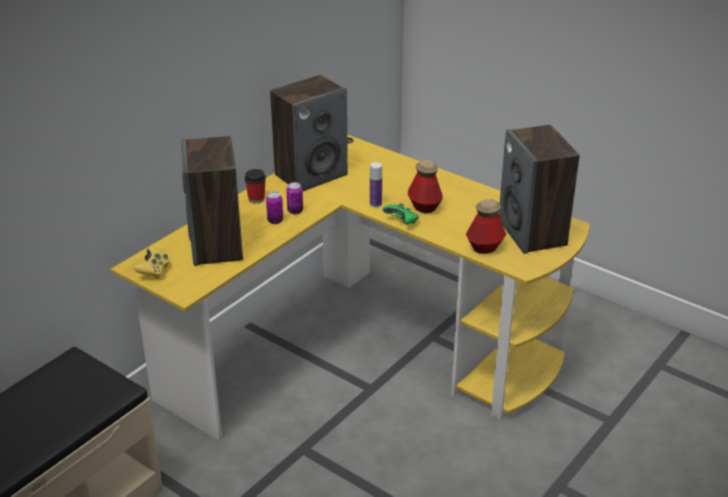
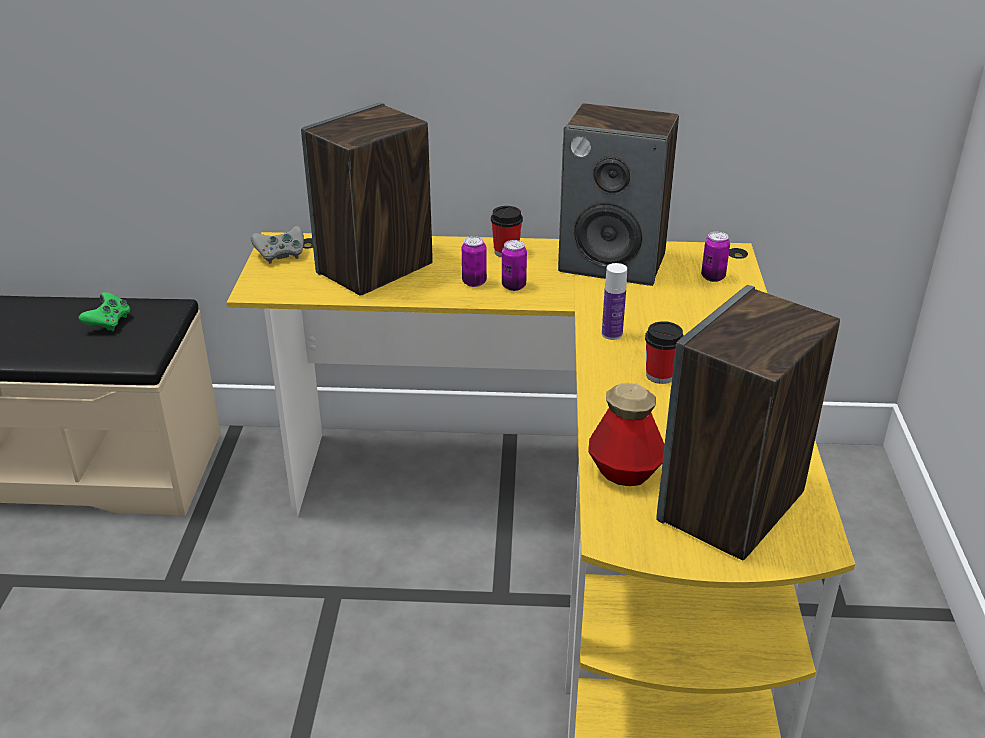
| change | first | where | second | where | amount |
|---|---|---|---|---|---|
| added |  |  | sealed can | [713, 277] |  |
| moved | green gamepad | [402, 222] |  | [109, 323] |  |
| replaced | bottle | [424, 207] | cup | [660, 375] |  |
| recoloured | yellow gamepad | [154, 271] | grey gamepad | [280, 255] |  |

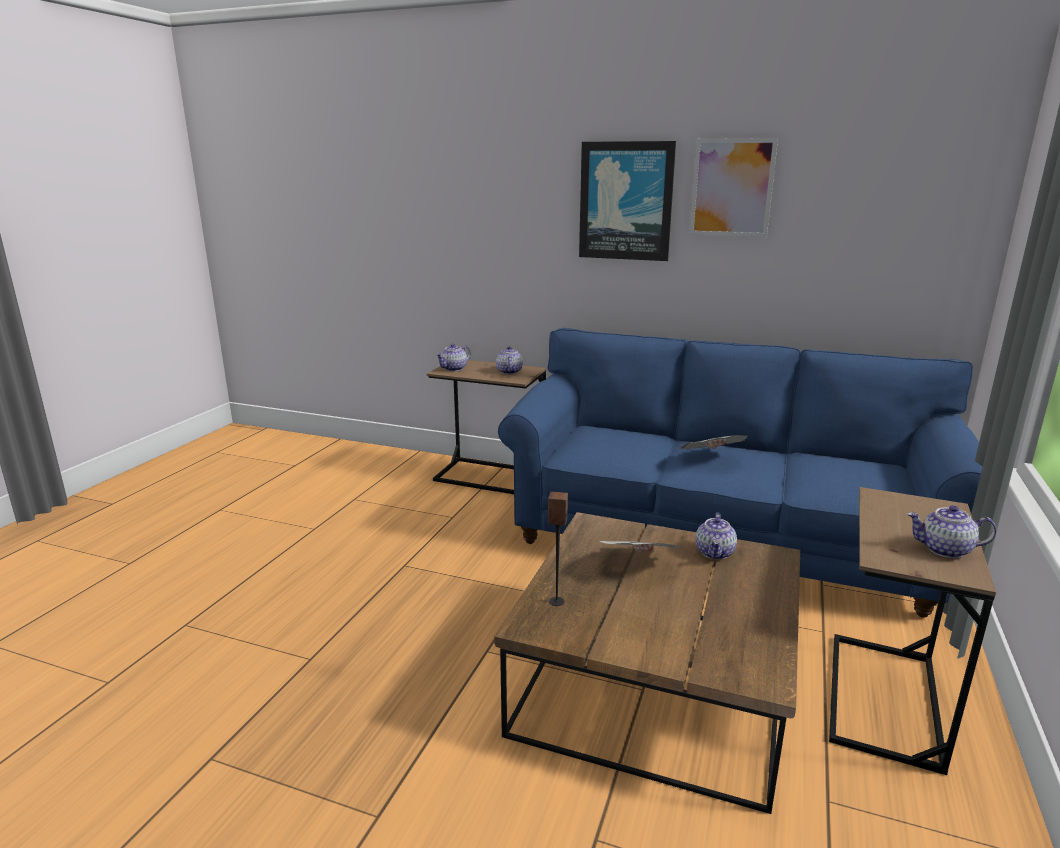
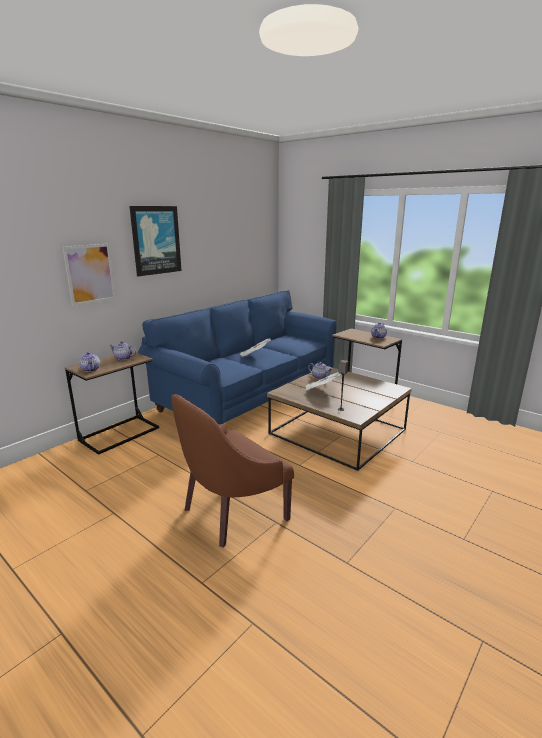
| change | first | where | second | where | amount |
|---|---|---|---|---|---|
| added |  |  | brown easy chair | [231, 512] |  |
| moved | wall picture | [732, 188] |  | [90, 274] |  |

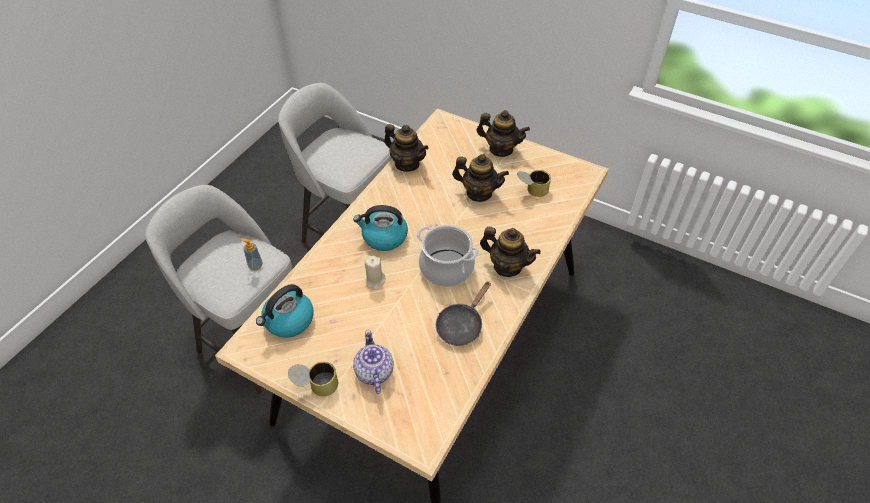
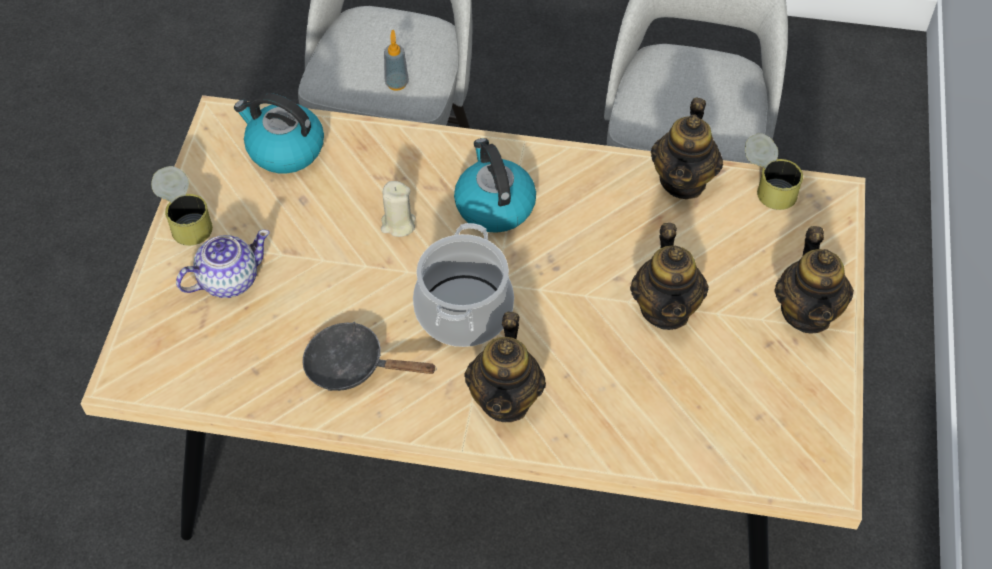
| change | first | where | second | where | amount |
|---|---|---|---|---|---|
| moved | sealed can | [531, 190] |  | [768, 186] |  |

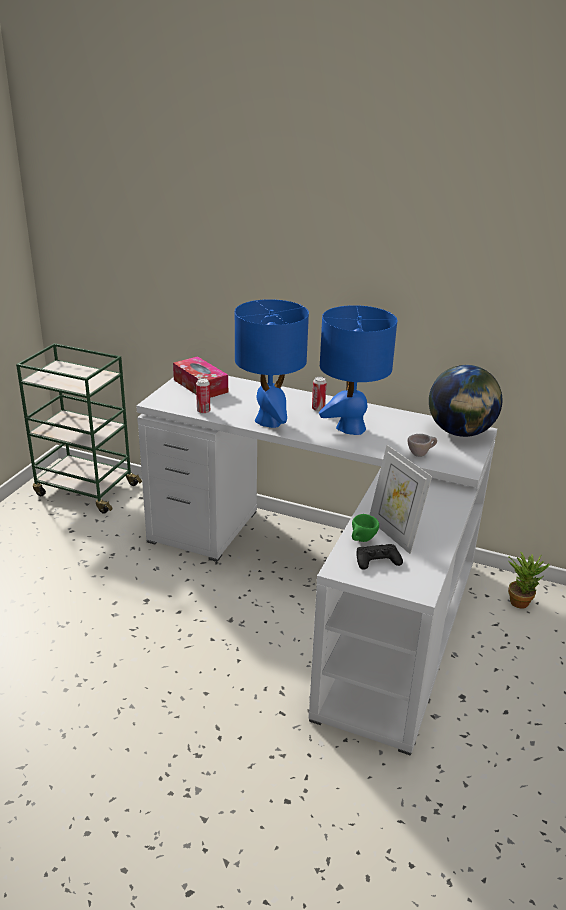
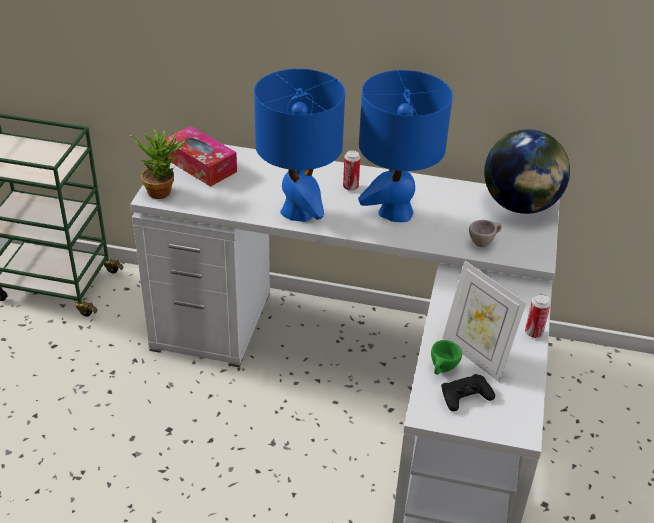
| change | first | where | second | where | amount |
|---|---|---|---|---|---|
| moved | sealed can | [203, 411] |  | [533, 333] |  |
| moved | houseplant | [521, 600] |  | [163, 190] |  |

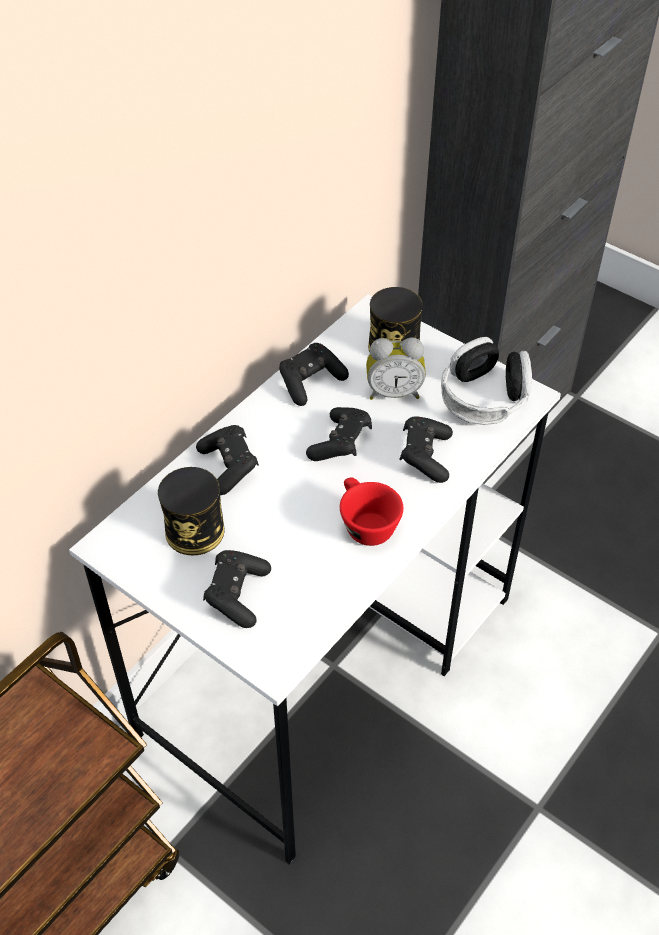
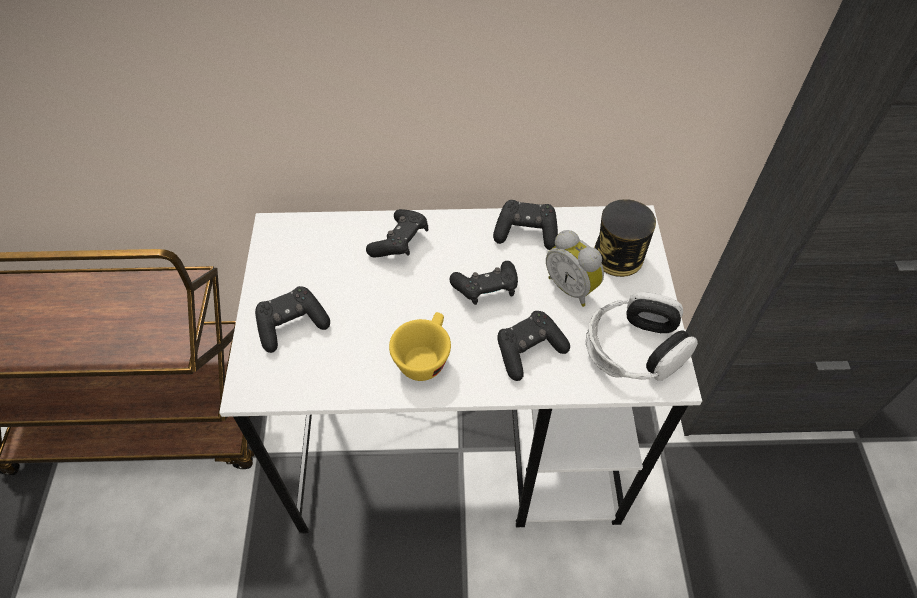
| change | first | where | second | where | amount |
|---|---|---|---|---|---|
| removed | sealed can | [195, 531] |  |  |  |
| recoloured | reddish cup | [364, 524] | yellow cup | [424, 356] |  |

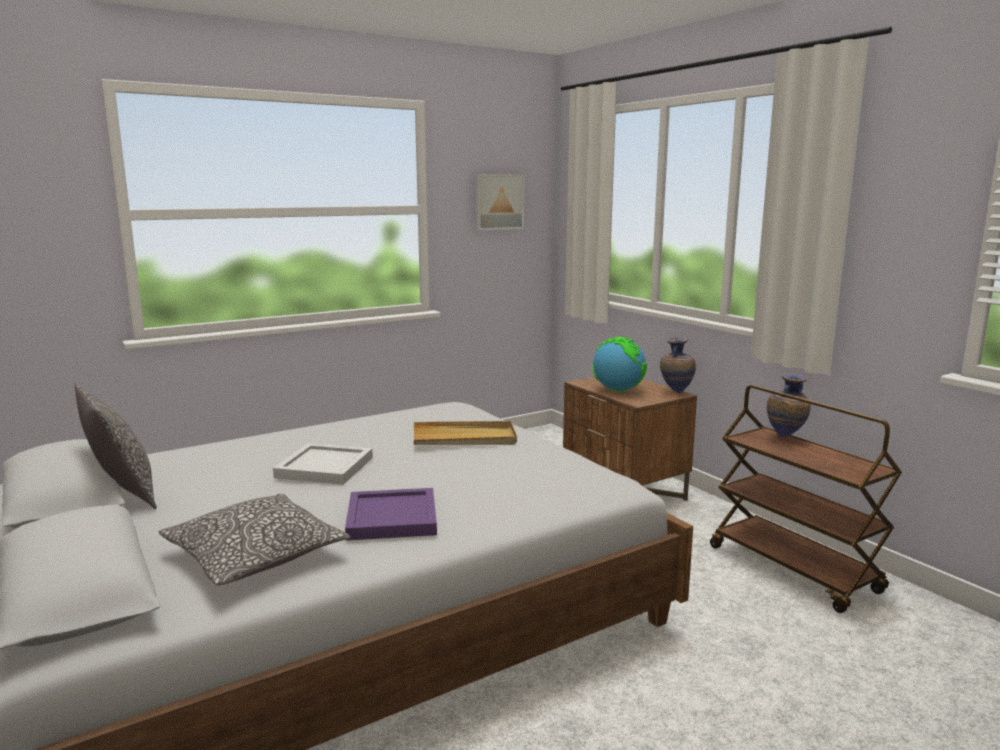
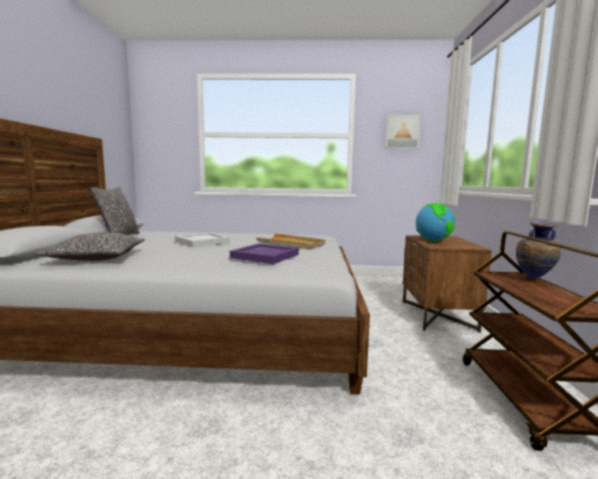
| change | first | where | second | where | amount |
|---|---|---|---|---|---|
| removed | flower vase | [675, 392] |  |  |  |
| moved | purple tray | [393, 518] |  | [265, 256] |  |

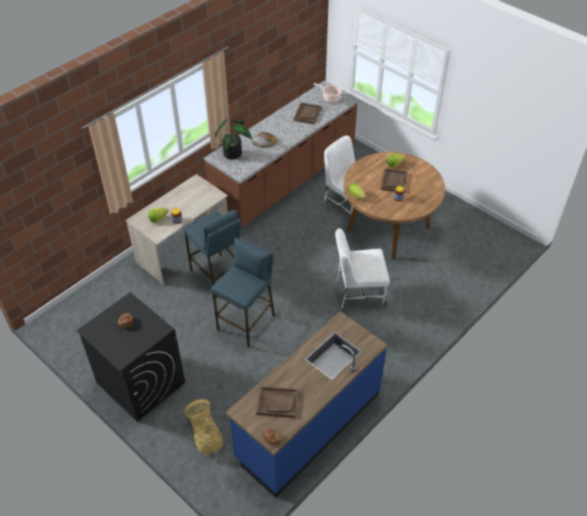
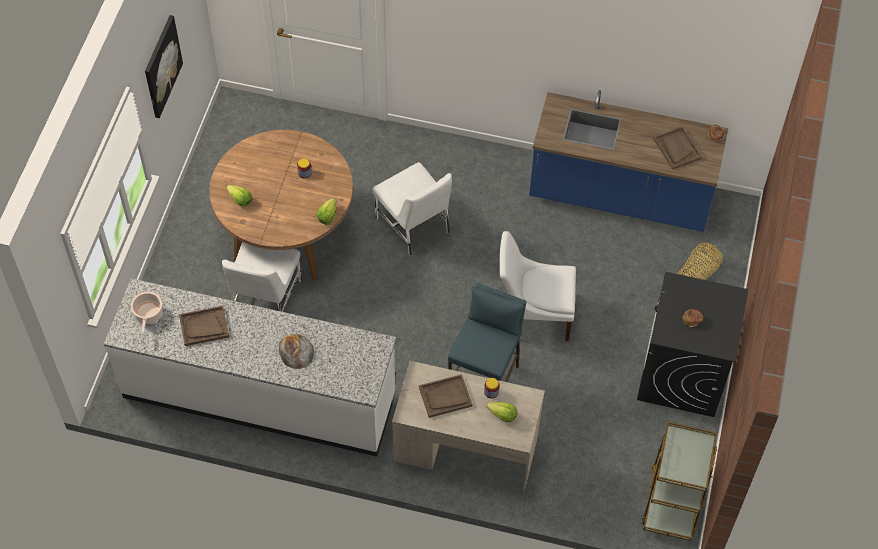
| change | first | where | second | where | amount |
|---|---|---|---|---|---|
| removed | houseplant | [234, 153] |  |  |  |
| added |  |  | wall picture | [161, 66] |  |
| added |  |  | brown wheeled cart | [673, 500] |  |
| moved | brown tray | [393, 181] |  | [445, 397] |  |
| replaced | blue stool seat | [247, 322] | whitish plain chair | [533, 314] |  |
| recoloured | brown kitchen counter | [285, 181] | whitish kitchen counter | [259, 395] |  |

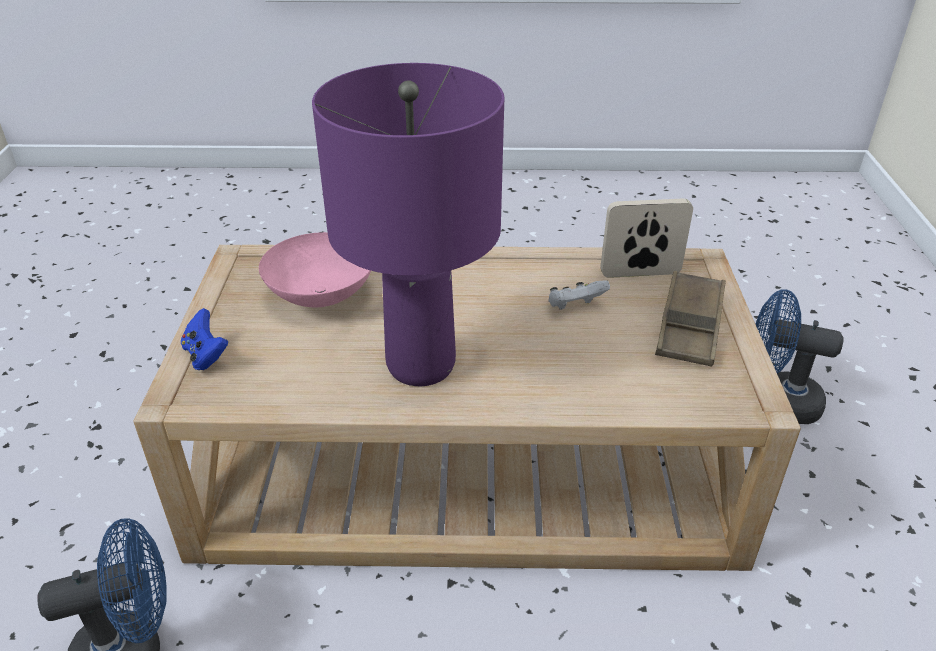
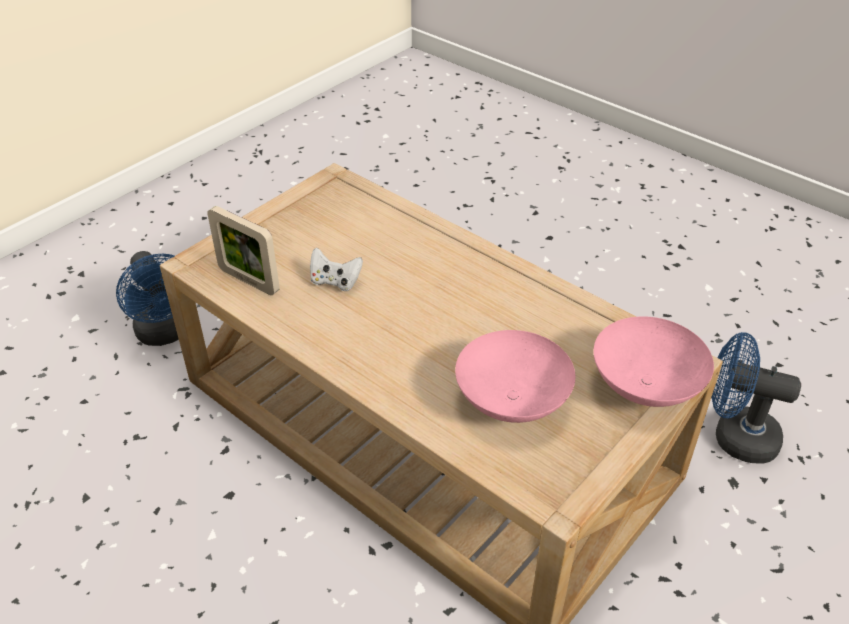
| change | first | where | second | where | amount |
|---|---|---|---|---|---|
| removed | purple lamp for a table | [422, 365] |  |  |  |
| removed | brown tray | [690, 325] |  |  |  |
| replaced | blue gamepad | [206, 355] | pinkish serving bowl | [646, 388] |  |

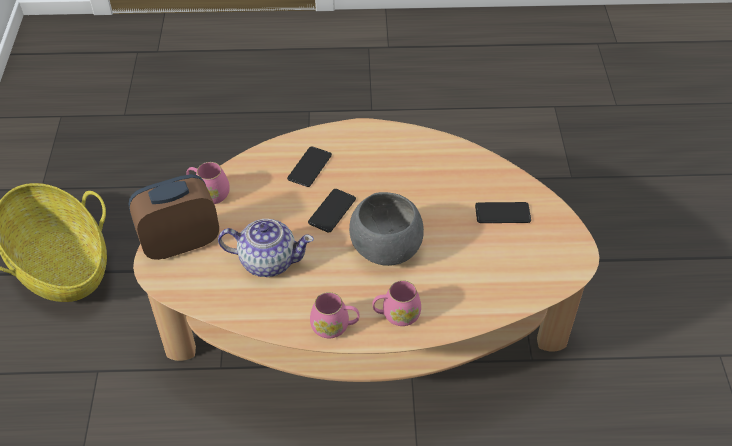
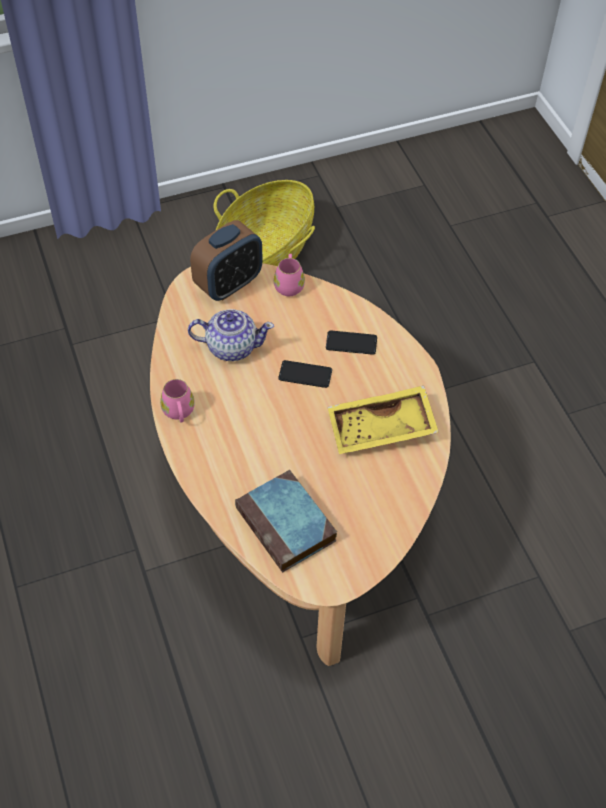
| change | first | where | second | where | amount |
|---|---|---|---|---|---|
| removed | grey serving bowl | [386, 248] |  |  |  |
| removed | pinkish tea mug | [396, 315] |  |  |  |
| removed | telephone | [502, 213] |  |  |  |
| added |  |  | book | [287, 526] |  |
| added |  |  | yellow tray | [381, 430] |  |
| turned | alarm clock | [180, 242] |  | [228, 284] | 90 degrees clockwise |
| turned | pot for tea | [267, 261] |  | [231, 347] | 75 degrees counterclockwise |

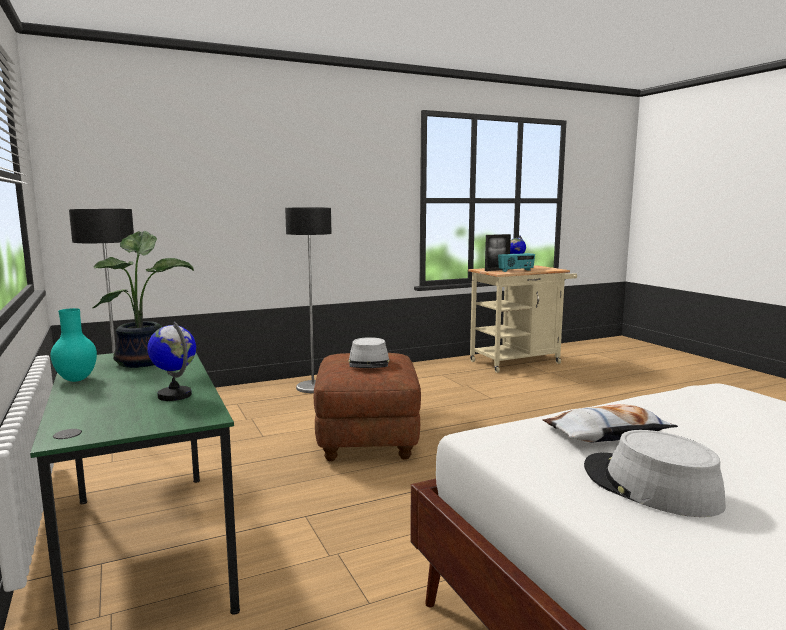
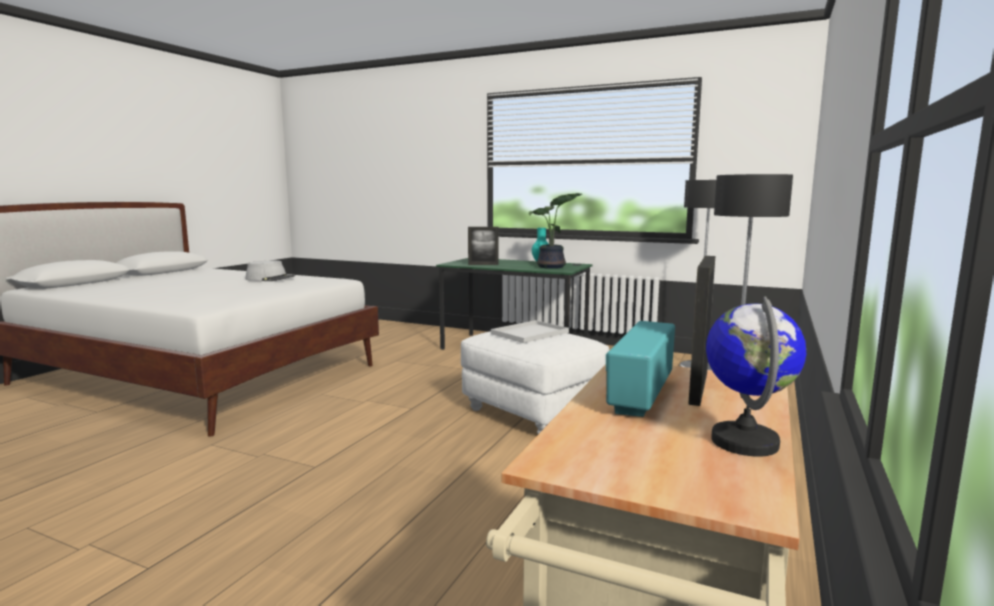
| change | first | where | second | where | amount |
|---|---|---|---|---|---|
| removed | pillow | [606, 434] |  |  |  |
| replaced | globe | [175, 395] | photo frame | [483, 264] |  |
| replaced | grey hat | [369, 363] | whitish tray | [529, 333] |  |
| recoloured | brown ottoman | [367, 439] | whitish ottoman | [533, 413] |  |

